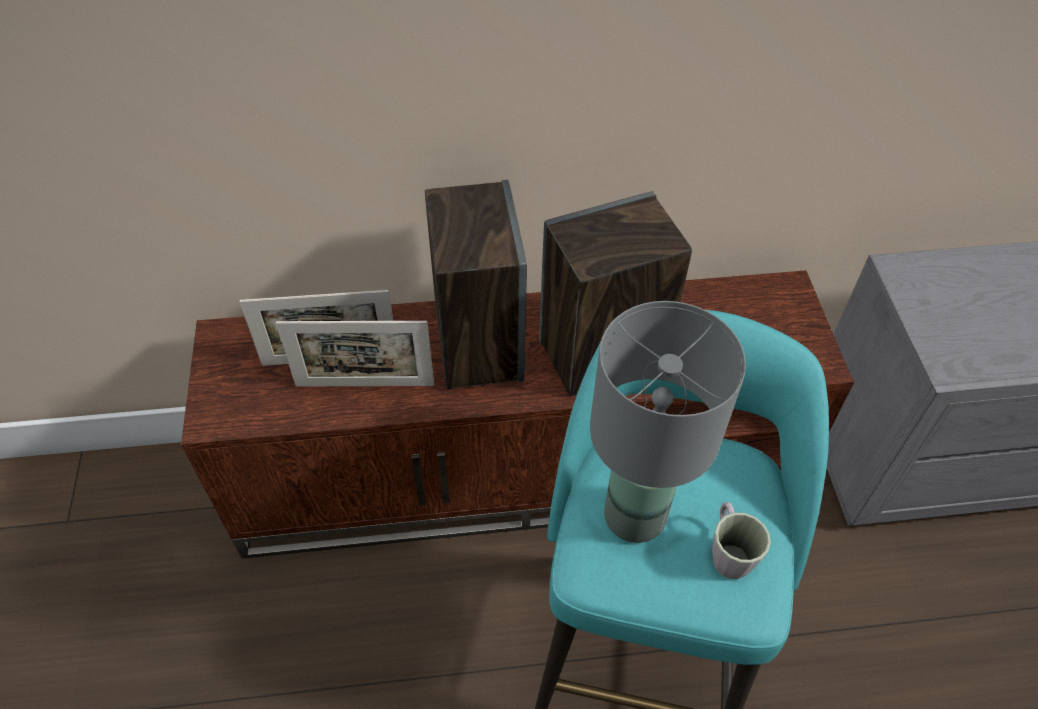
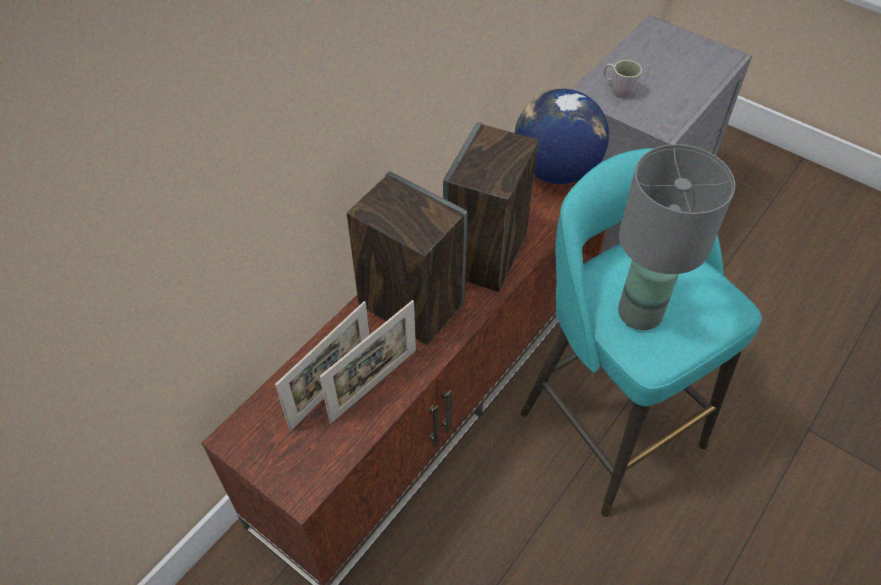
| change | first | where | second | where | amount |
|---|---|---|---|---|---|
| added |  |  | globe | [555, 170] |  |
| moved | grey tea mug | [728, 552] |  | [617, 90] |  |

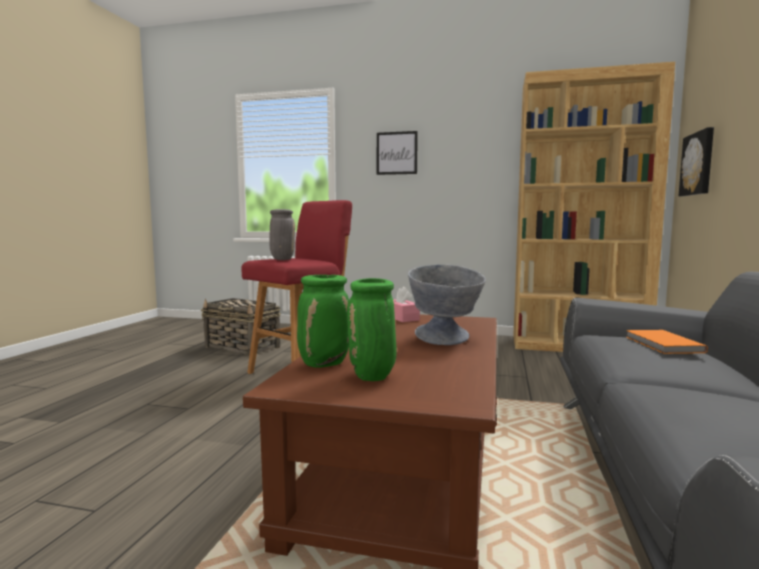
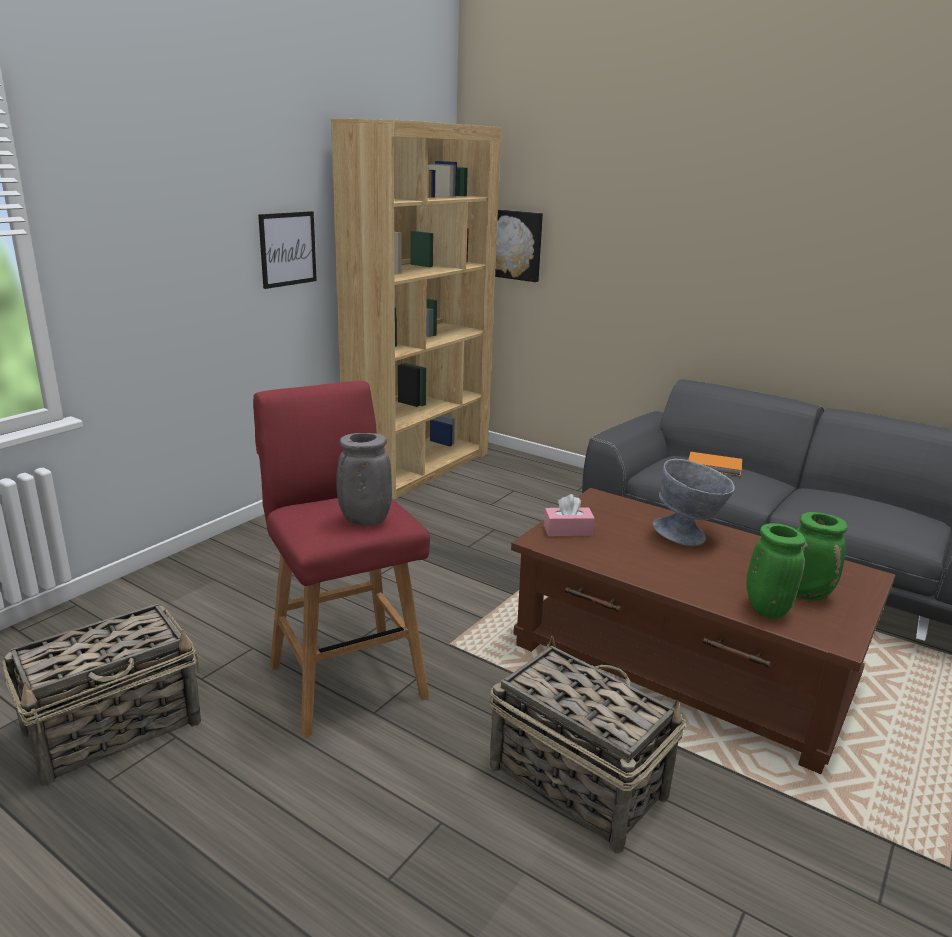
| change | first | where | second | where | amount |
|---|---|---|---|---|---|
| added |  |  | basket | [575, 780] |  |
| moved | wall picture | [396, 153] |  | [288, 249] |  |

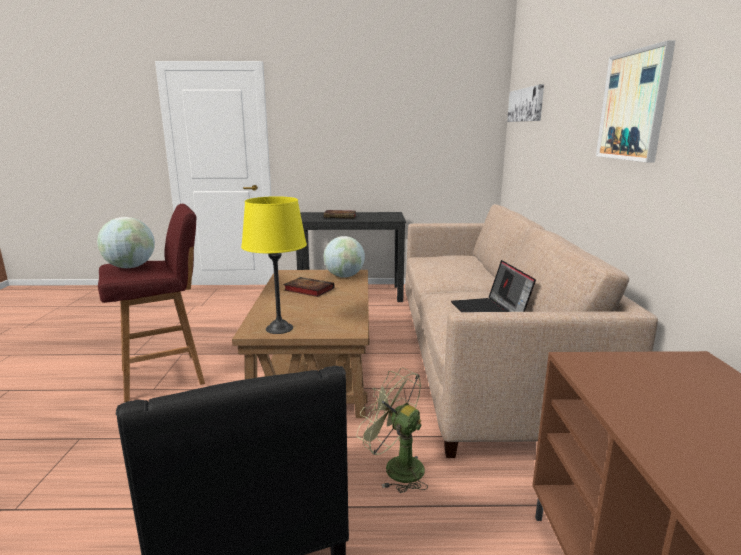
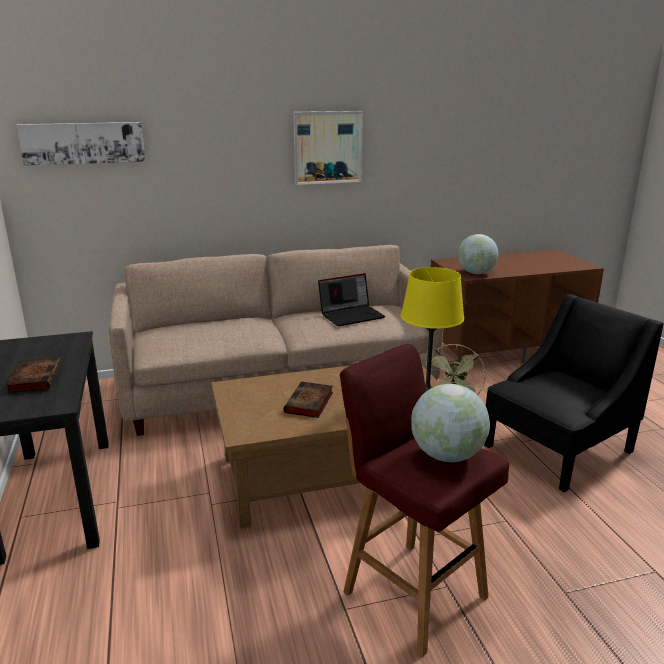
| change | first | where | second | where | amount |
|---|---|---|---|---|---|
| moved | globe | [344, 276] |  | [476, 273] |  |

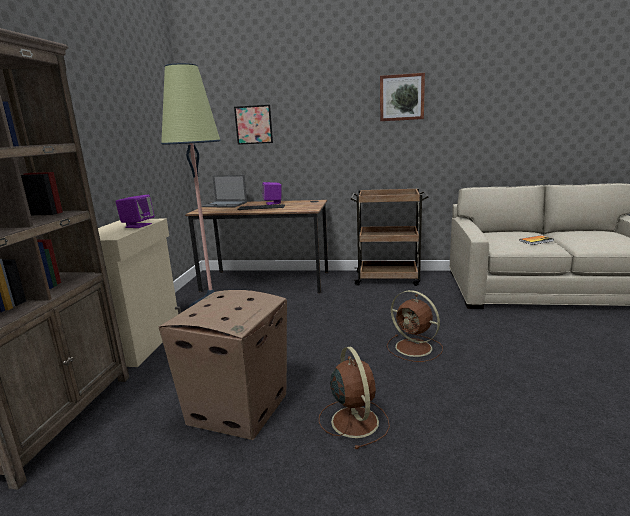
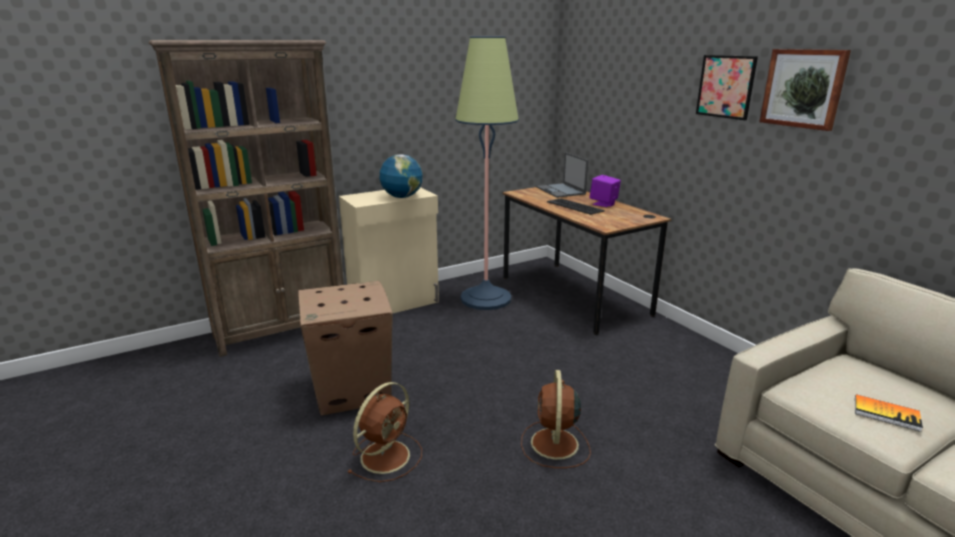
| change | first | where | second | where | amount |
|---|---|---|---|---|---|
| removed | brown wheeled cart | [388, 278] |  |  |  |
| moved | wall picture | [253, 124] |  | [725, 86] |  |
| replaced | purple loudspeaker | [138, 225] | globe | [402, 197] |  |

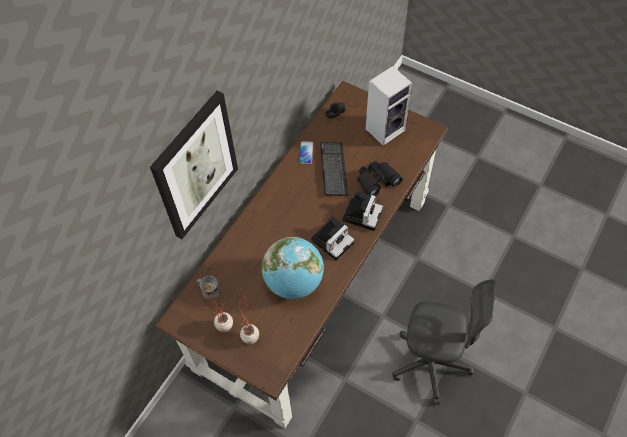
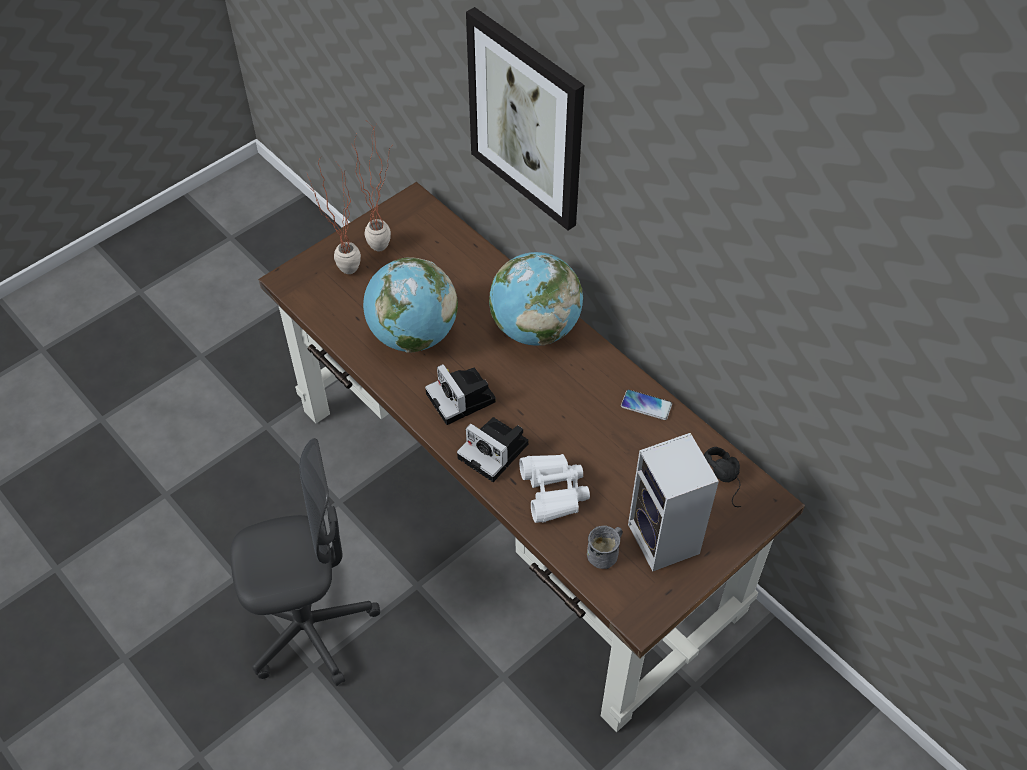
| change | first | where | second | where | amount |
|---|---|---|---|---|---|
| removed | computer keyboard | [333, 169] |  |  |  |
| added |  |  | globe | [535, 328] |  |
| moved | grey tea mug | [209, 290] |  | [606, 552] |  |
| recoloured | black-coloured binoculars | [377, 181] | whitish binoculars | [553, 491] |  |
| turned | grey office chair | [430, 363] |  | [310, 628] | 135 degrees counterclockwise |

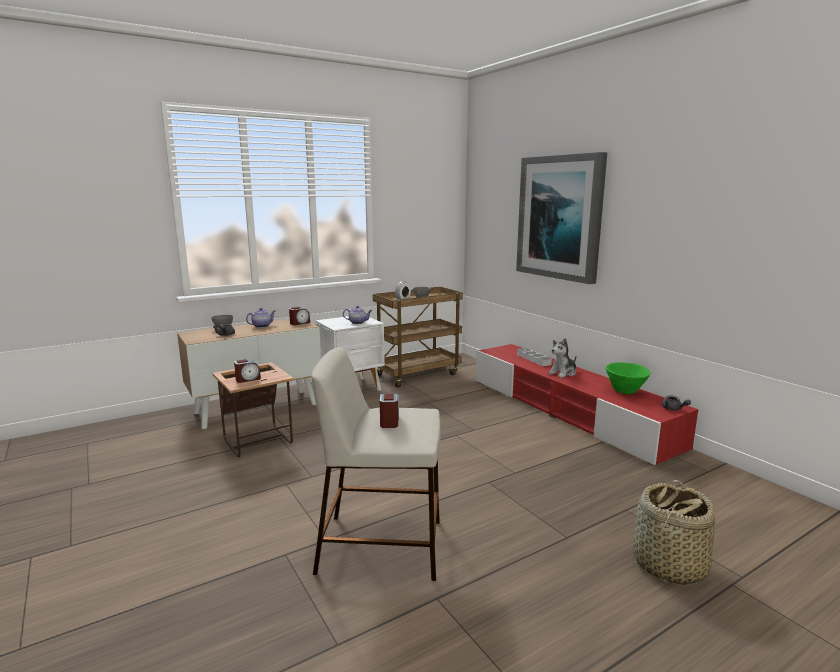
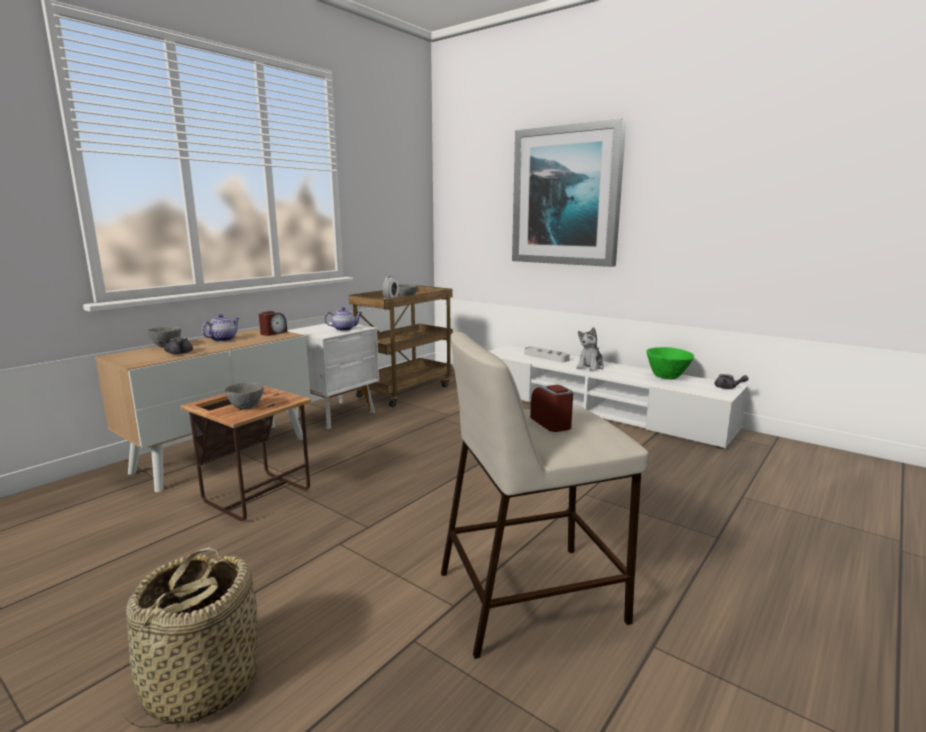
| change | first | where | second | where | amount |
|---|---|---|---|---|---|
| moved | basket | [668, 565] |  | [201, 684] |  |
| replaced | alarm clock | [248, 379] | grey serving bowl | [246, 407] |  |
| recoloured | reddish tv stand | [567, 412] | whitish tv stand | [596, 409] |  |

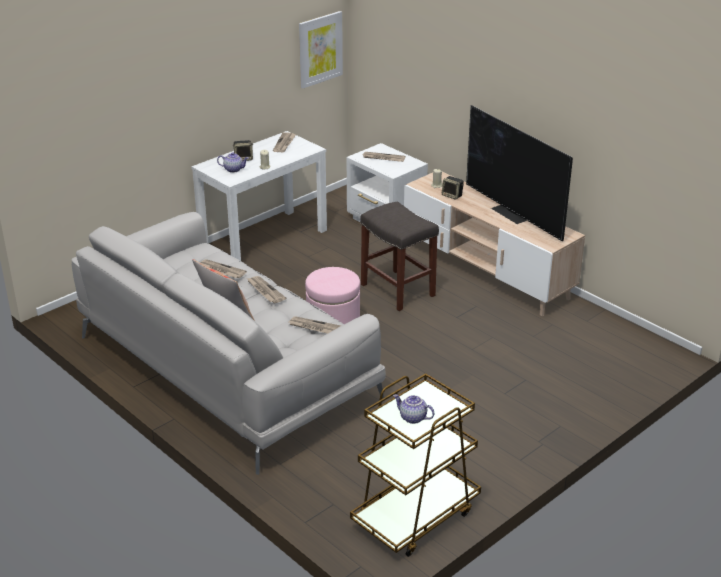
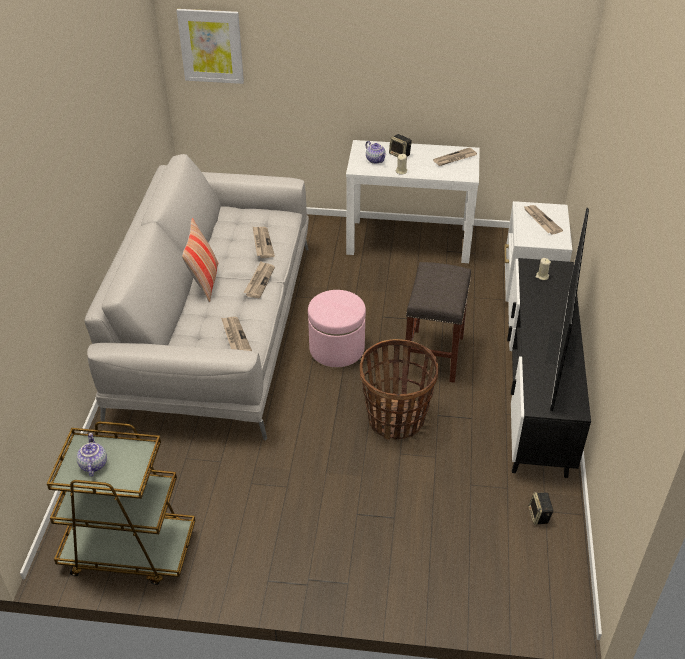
| change | first | where | second | where | amount |
|---|---|---|---|---|---|
| added |  |  | basket | [396, 419] |  |
| moved | wall picture | [320, 49] |  | [211, 46] |  |
| moved | loudspeaker | [452, 195] |  | [539, 516] |  |
| recoloured | beige-coloured tv stand | [486, 272] | black-coloured tv stand | [536, 393] |  |

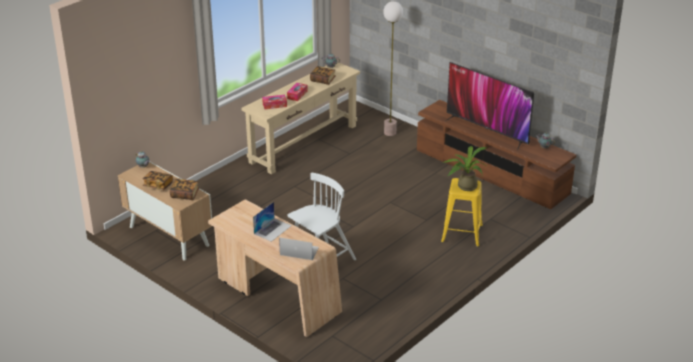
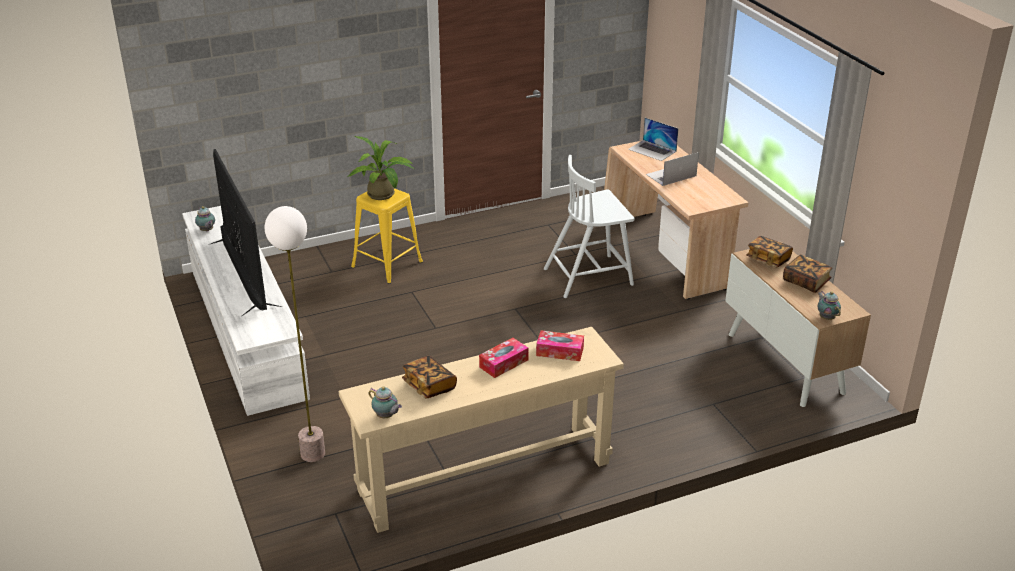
| change | first | where | second | where | amount |
|---|---|---|---|---|---|
| recoloured | brown tv stand | [491, 172] | whitish tv stand | [246, 332] |  |

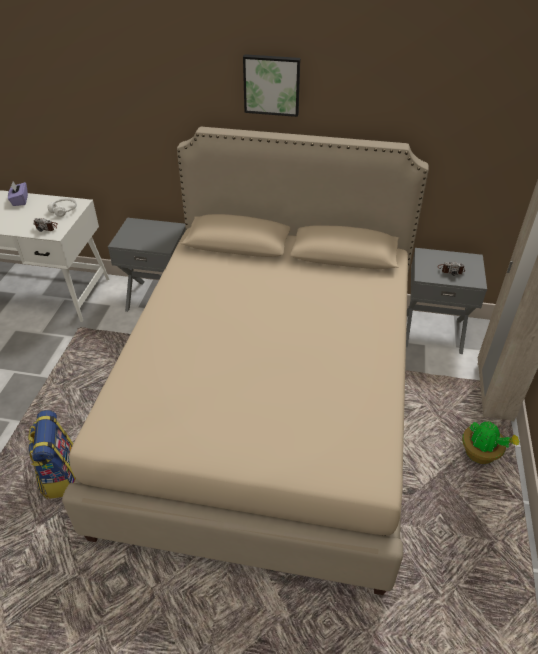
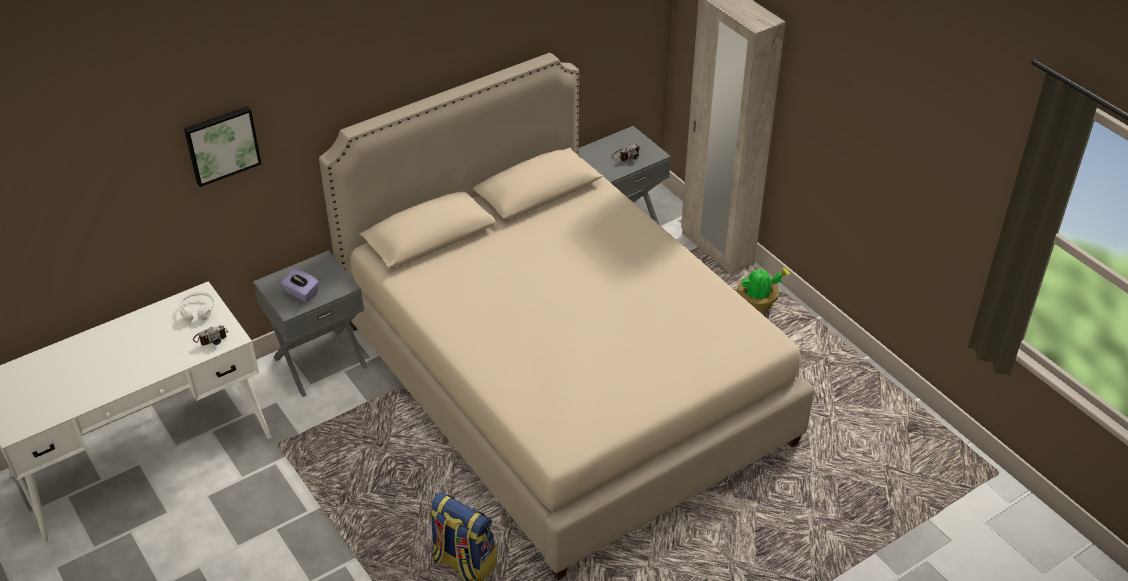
| change | first | where | second | where | amount |
|---|---|---|---|---|---|
| moved | purple tissue holder | [20, 200] |  | [301, 293] |  |
| moved | wall picture | [272, 84] |  | [221, 144] |  |

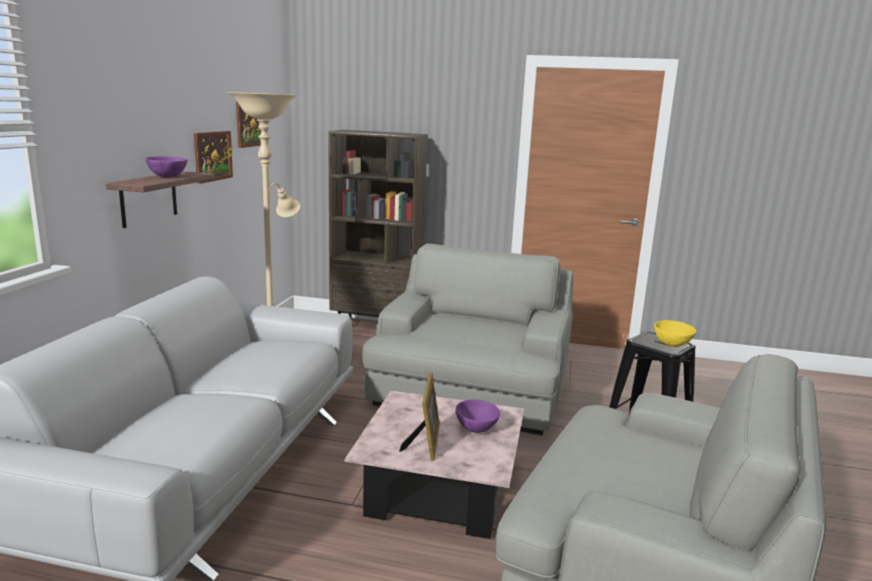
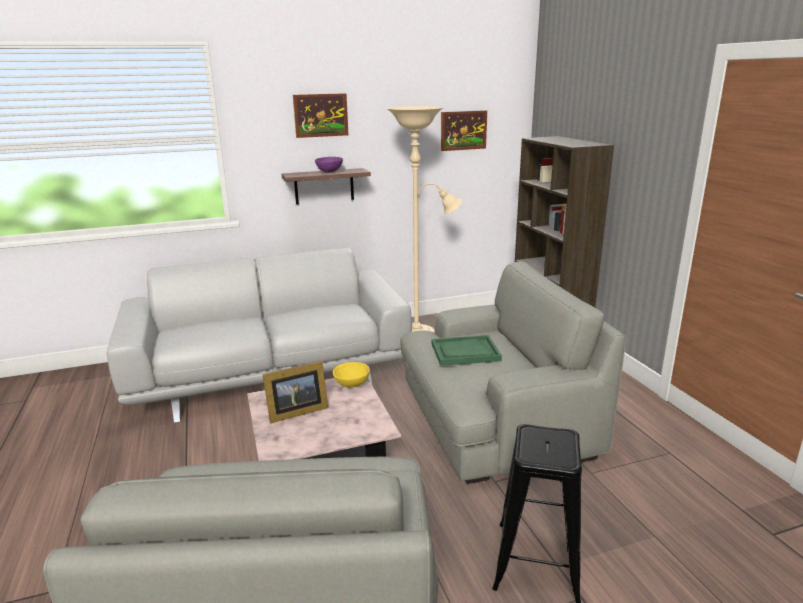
| change | first | where | second | where | amount |
|---|---|---|---|---|---|
| removed | purple serving bowl | [477, 428] |  |  |  |
| added |  |  | green tray | [465, 352] |  |
| moved | wall picture | [213, 156] |  | [321, 115] |  |
| moved | yellow serving bowl | [673, 344] |  | [352, 385] |  |

